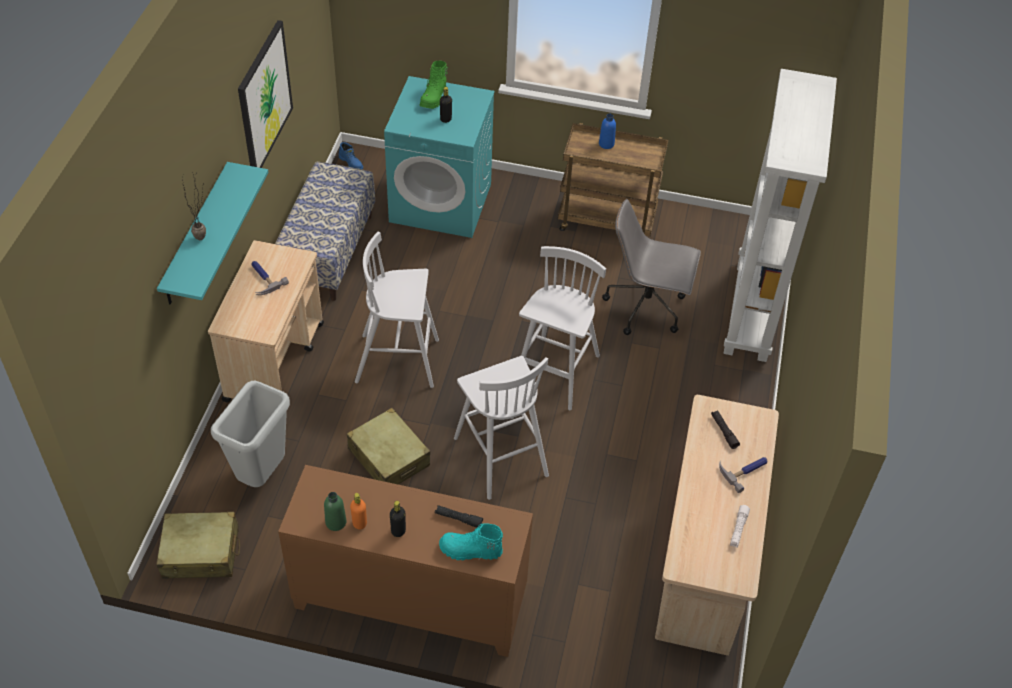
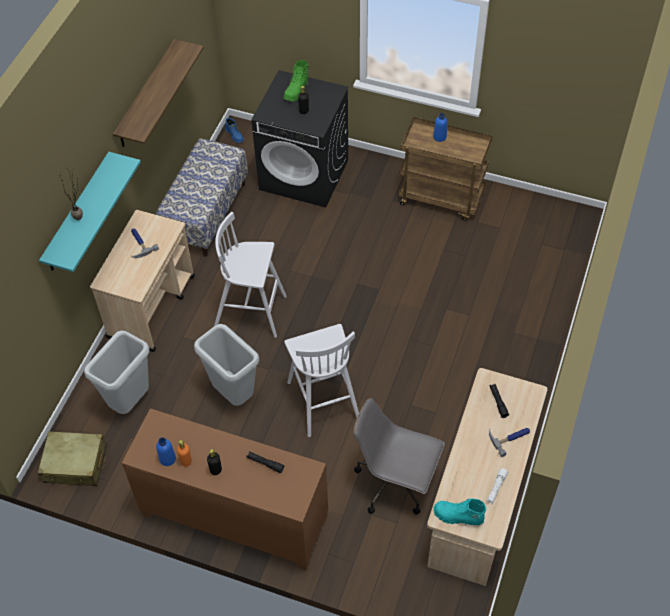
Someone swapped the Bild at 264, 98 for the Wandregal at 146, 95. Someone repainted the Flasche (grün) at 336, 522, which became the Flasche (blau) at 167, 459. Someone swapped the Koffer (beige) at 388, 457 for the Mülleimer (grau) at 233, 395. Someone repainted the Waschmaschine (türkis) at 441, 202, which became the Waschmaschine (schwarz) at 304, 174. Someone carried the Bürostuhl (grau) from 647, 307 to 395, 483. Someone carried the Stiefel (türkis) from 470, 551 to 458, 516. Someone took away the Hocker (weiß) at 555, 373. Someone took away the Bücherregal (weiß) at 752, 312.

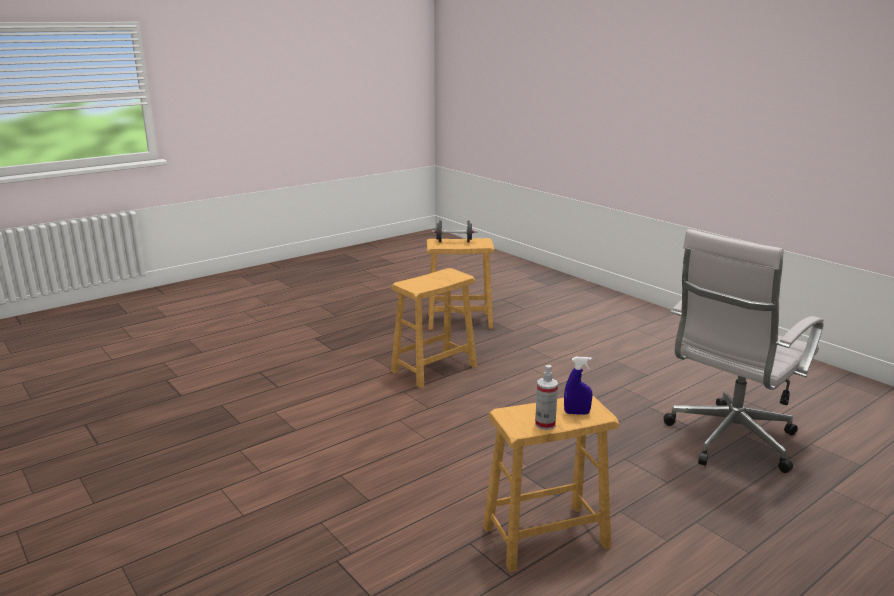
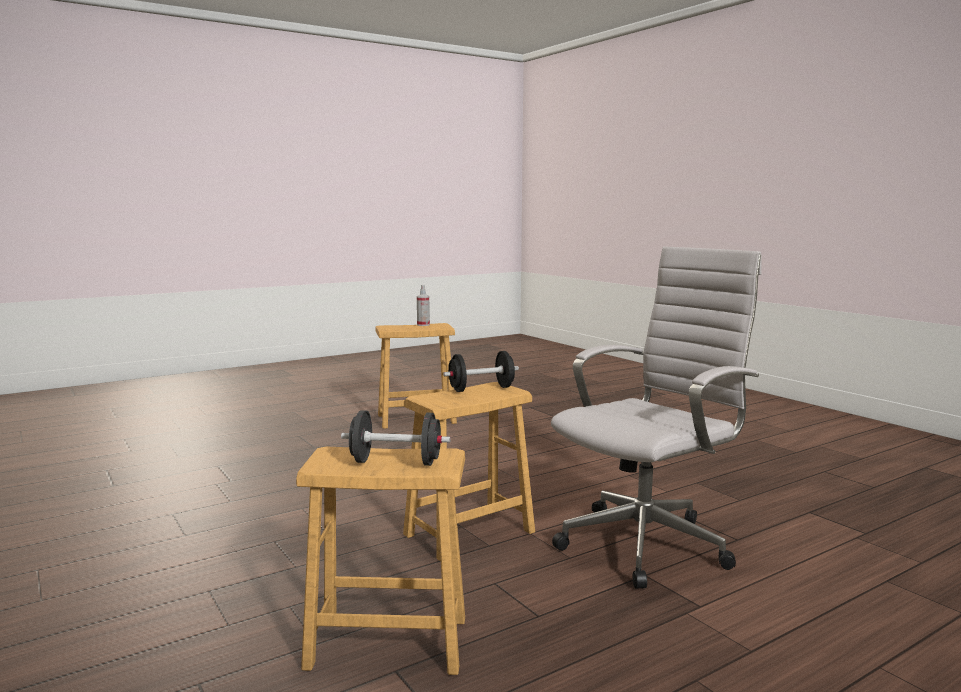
Someone put down the Hantel (schwarz) at 481, 389. Someone carried the Bürostuhl (weiß) from 728, 441 to 649, 543. Someone took away the Sprühflasche (blau) at 576, 413.

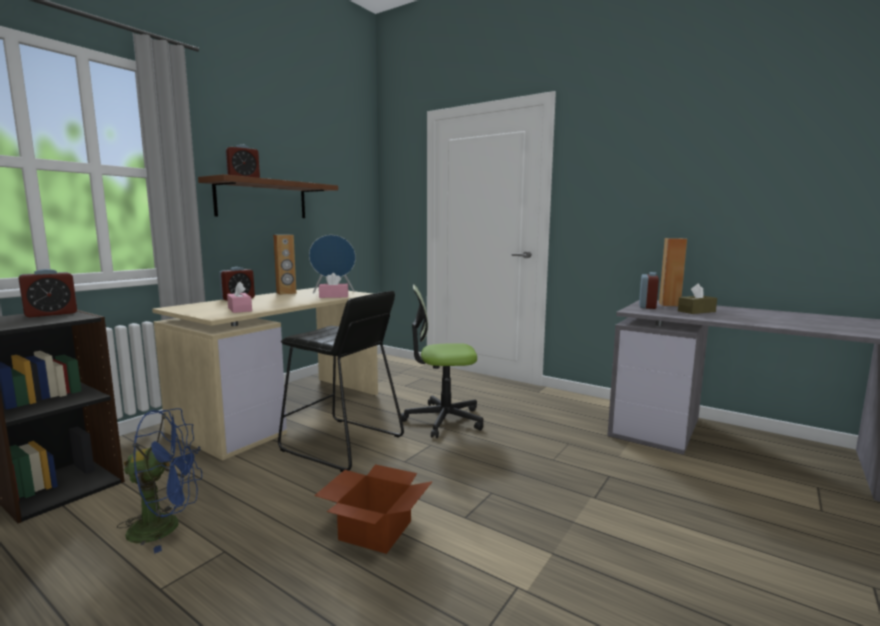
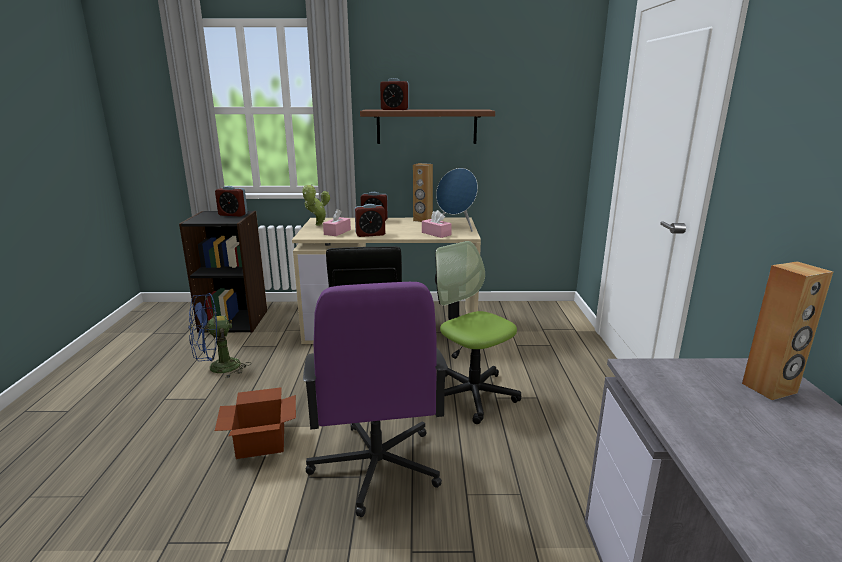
Someone rotated the Ventilator (blau) at 166, 527 by 105 degrees clockwise. Someone put down the Topfpflanze at 317, 225. Someone put down the Bürostuhl (lila) at 376, 467. Someone carried the Wecker from 647, 306 to 370, 234. Someone took away the Taschentuchbox (braun) at 696, 311.

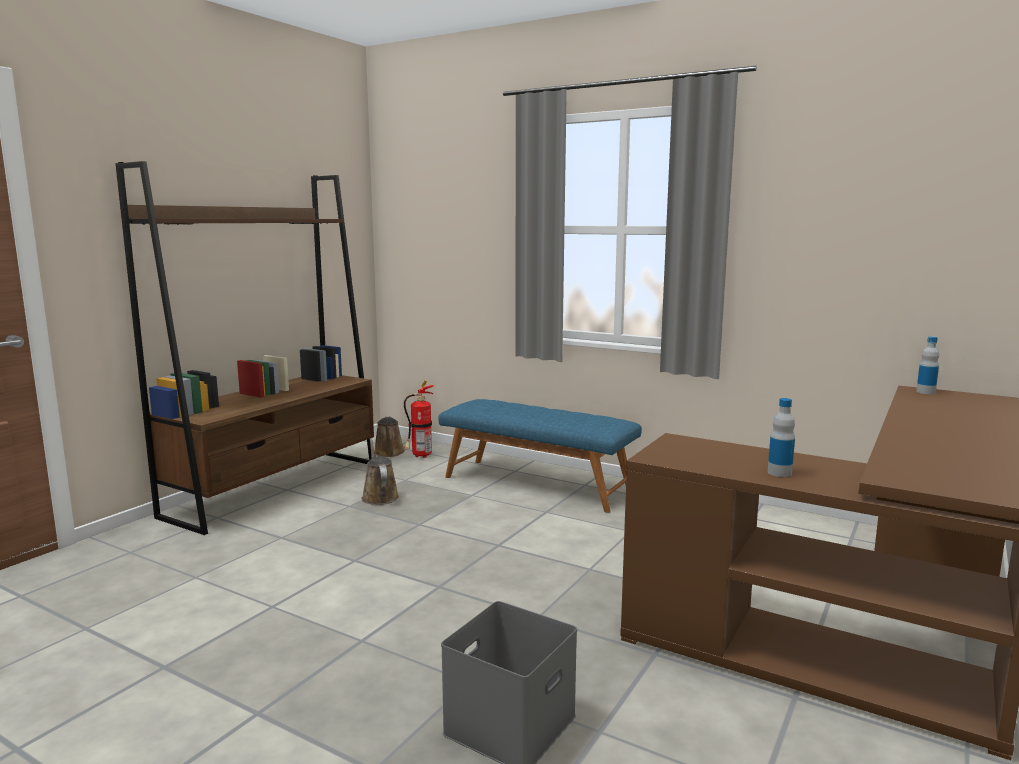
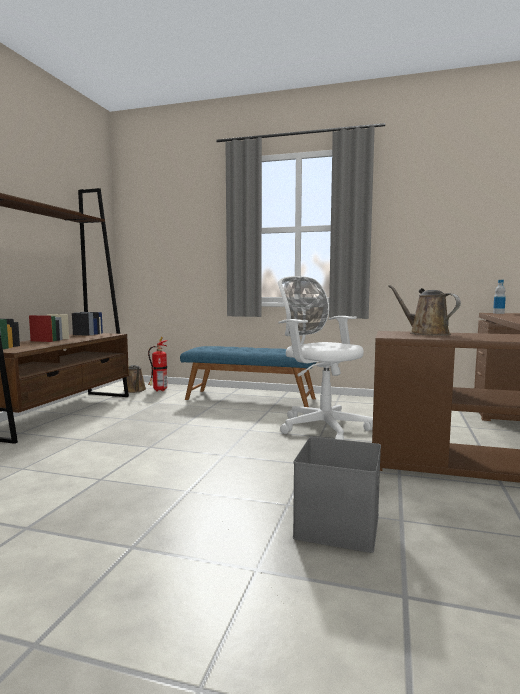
Someone put down the Bürostuhl (weiß) at 321, 427. Someone carried the Gießkanne (braun) from 379, 496 to 426, 334. Someone took away the Flasche at 779, 473.

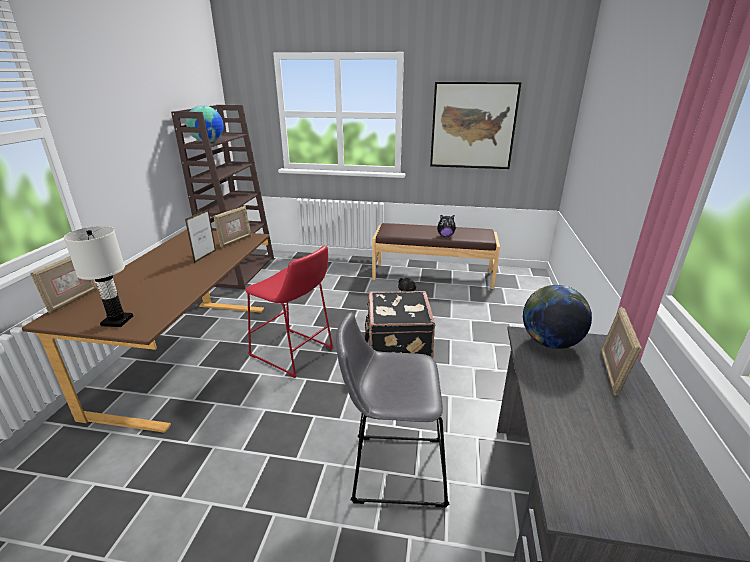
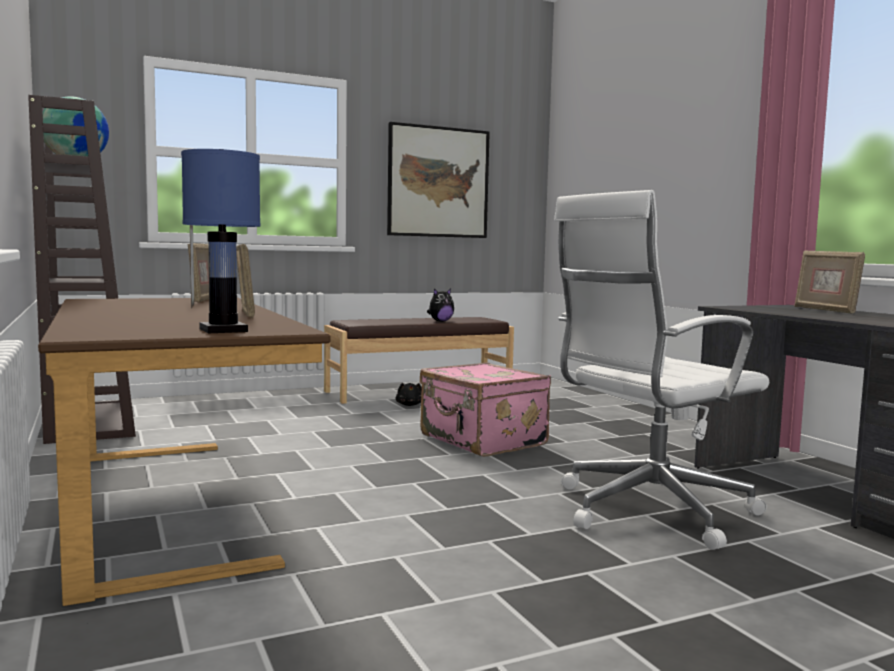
Someone repainted the Tischlampe (weiß) at 117, 320, which became the Tischlampe (blau) at 222, 330. Someone carried the Bilderrahmen from 73, 300 to 244, 315. Someone repainted the Koffer (schwarz) at 397, 346, which became the Koffer (rosa) at 481, 441. Someone swapped the Hocker (grau) at 392, 468 for the Bürostuhl (weiß) at 648, 511. Someone took away the Hocker (rot) at 294, 354. Someone took away the Globus at 550, 343.

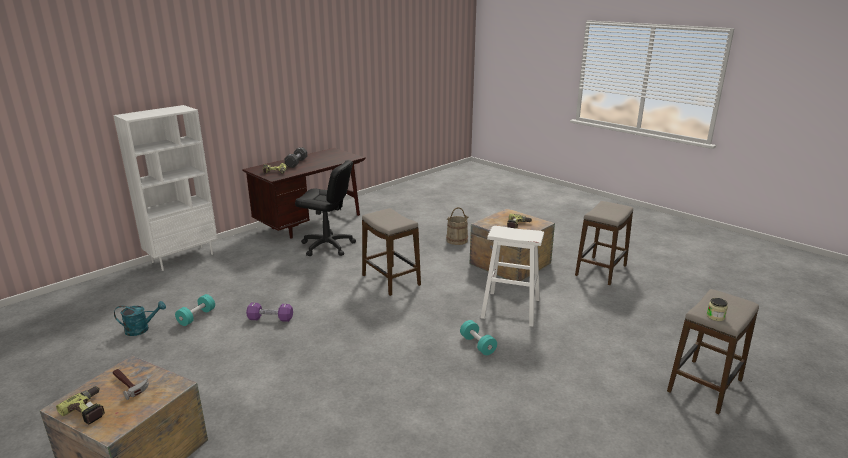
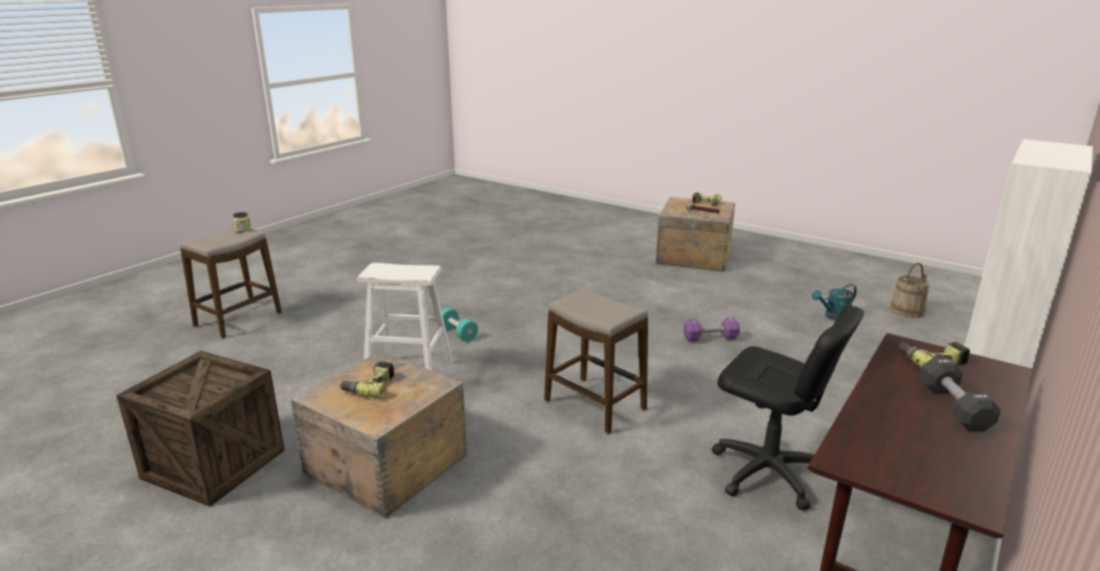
Someone swapped the Hocker at 601, 271 for the Kiste at 214, 464. Someone rotated the Bürostuhl (schwarz) at 327, 246 by 150 degrees counterclockwise. Someone carried the Eimer (beige) from 457, 240 to 907, 311. Someone took away the Hantel (türkis) at 196, 317.

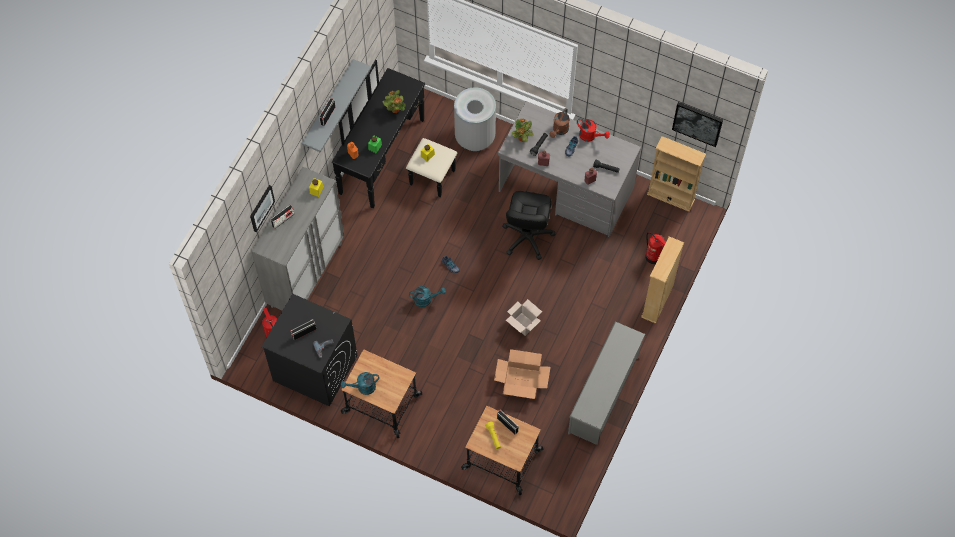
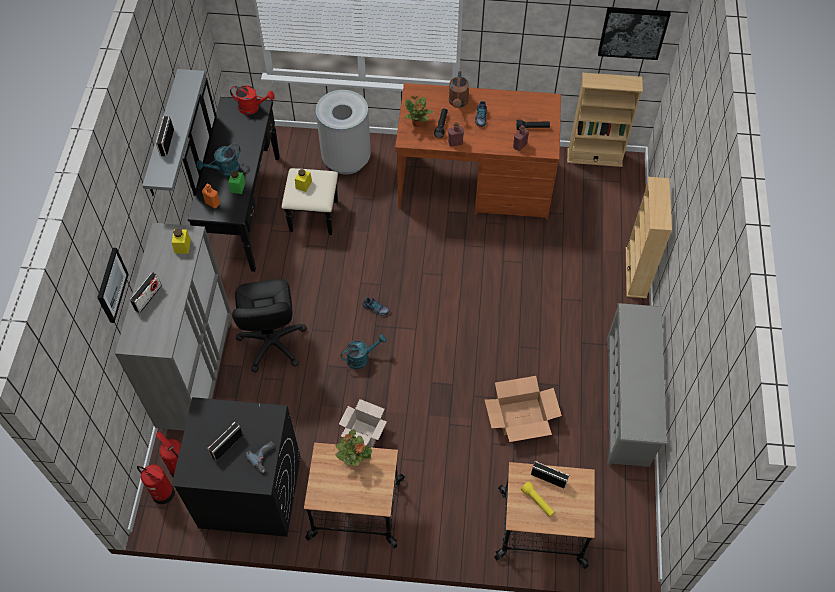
Someone carried the Feuerlöscher from 653, 257 to 163, 493. Someone carried the Gießkanne (türkis) from 363, 388 to 224, 170. Someone carried the Gießkanne (rot) from 590, 136 to 253, 108. Someone carried the Bürostuhl (schwarz) from 527, 237 to 272, 343. Someone carried the Topfpflanze from 395, 109 to 354, 458. Someone carried the Karton from 524, 324 to 365, 433. Someone repainted the Schreibtisch (grau) at 566, 190, which became the Schreibtisch (braun) at 475, 184.

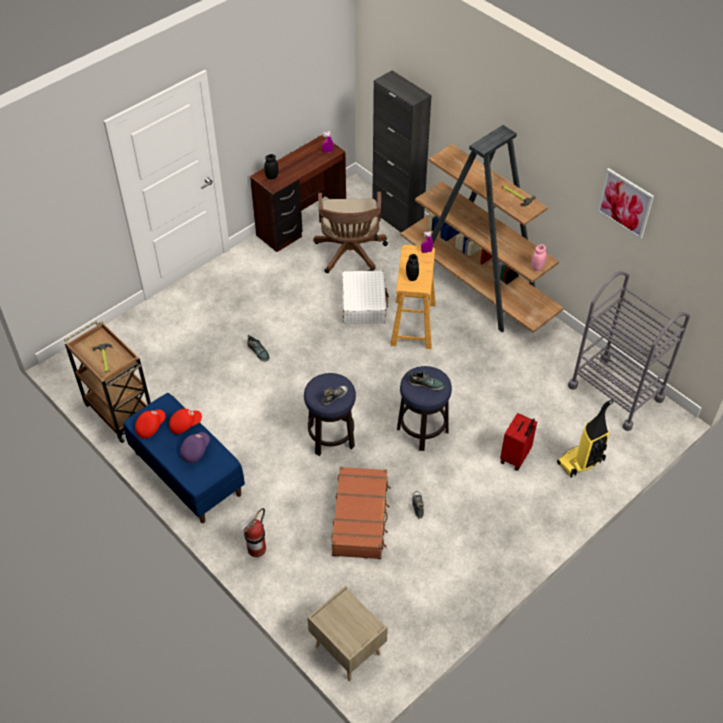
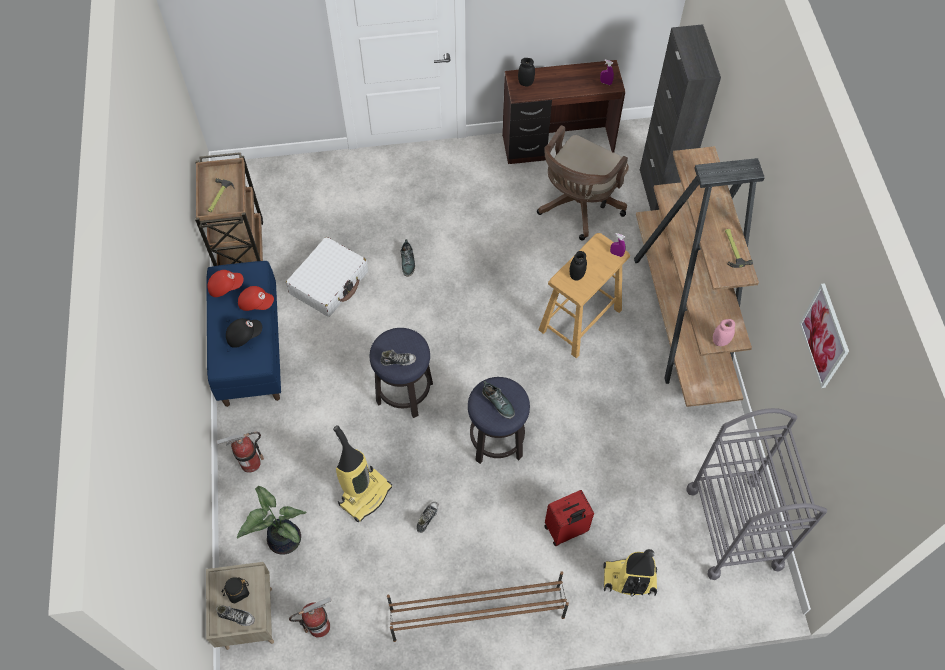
Someone put down the Schuh at 237, 616. Someone put down the Vorratsglas (schwarz) at 237, 592. Someone repainted the Kappe (lila) at 195, 450, which became the Kappe (schwarz) at 244, 335. Someone put down the Topfpflanze at 282, 539. Someone carried the Koffer (weiß) from 364, 303 to 329, 283. Someone put down the Feuerlöscher at 319, 626. Someone swapped the Koffer (braun) at 361, 518 for the Staubsauger at 365, 494. Someone put down the Schuhregal (braun) at 476, 613.

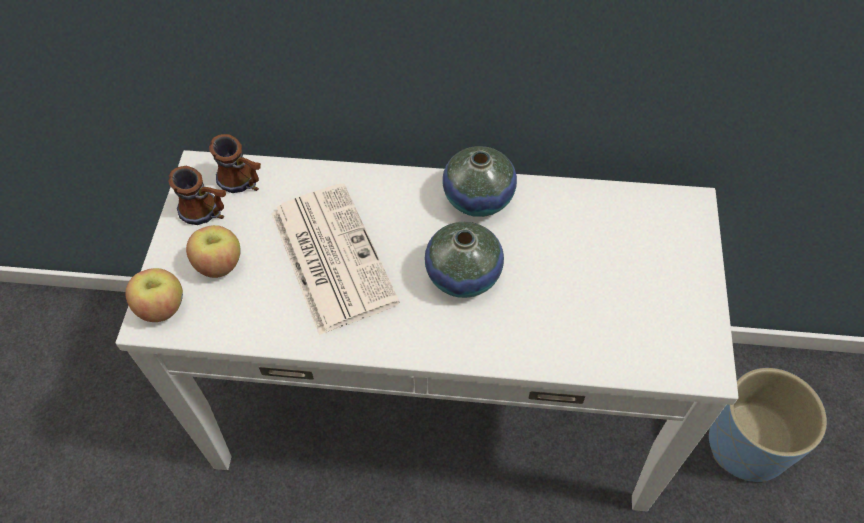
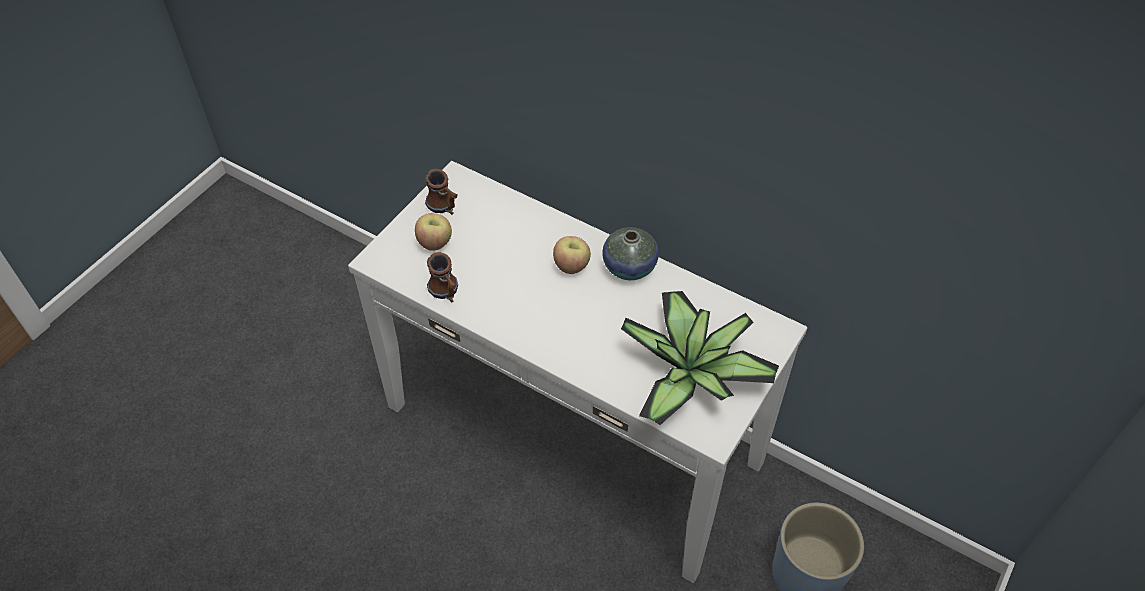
Someone carried the Henkelbecher from 244, 183 to 446, 293. Someone carried the Apfel from 162, 307 to 571, 266. Someone put down the Topfpflanze at 692, 373. Someone took away the Zeitung at 330, 256. Someone took away the Vase at 463, 275.

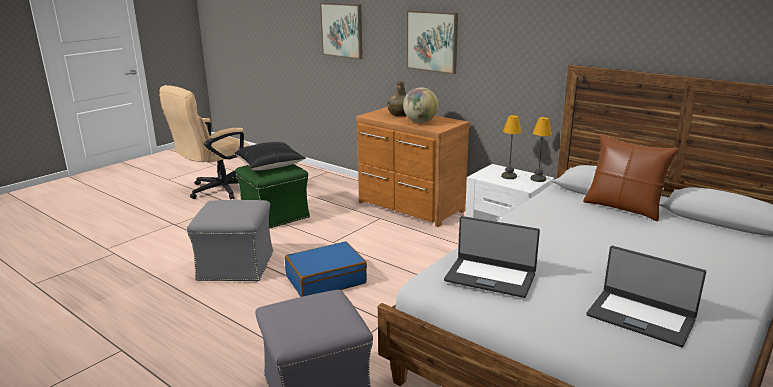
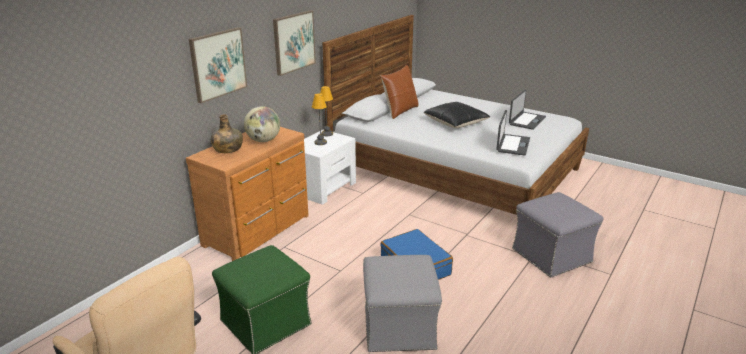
Someone carried the Bild from 342, 30 to 293, 42. Someone carried the Kissen (schwarz) from 270, 165 to 455, 122.

